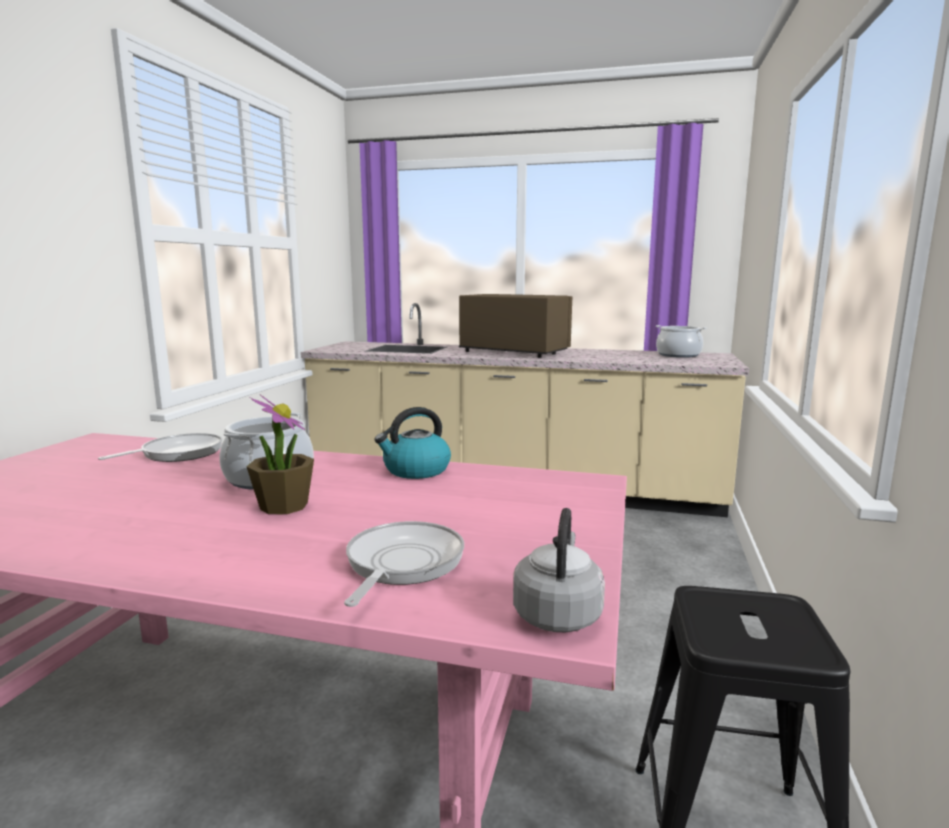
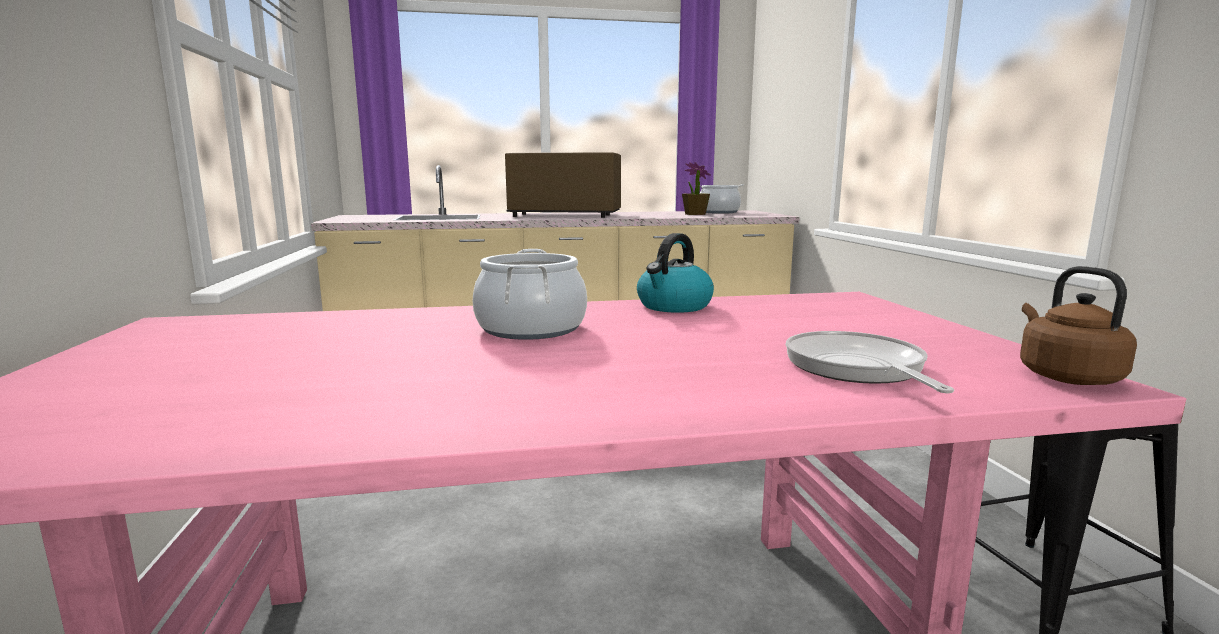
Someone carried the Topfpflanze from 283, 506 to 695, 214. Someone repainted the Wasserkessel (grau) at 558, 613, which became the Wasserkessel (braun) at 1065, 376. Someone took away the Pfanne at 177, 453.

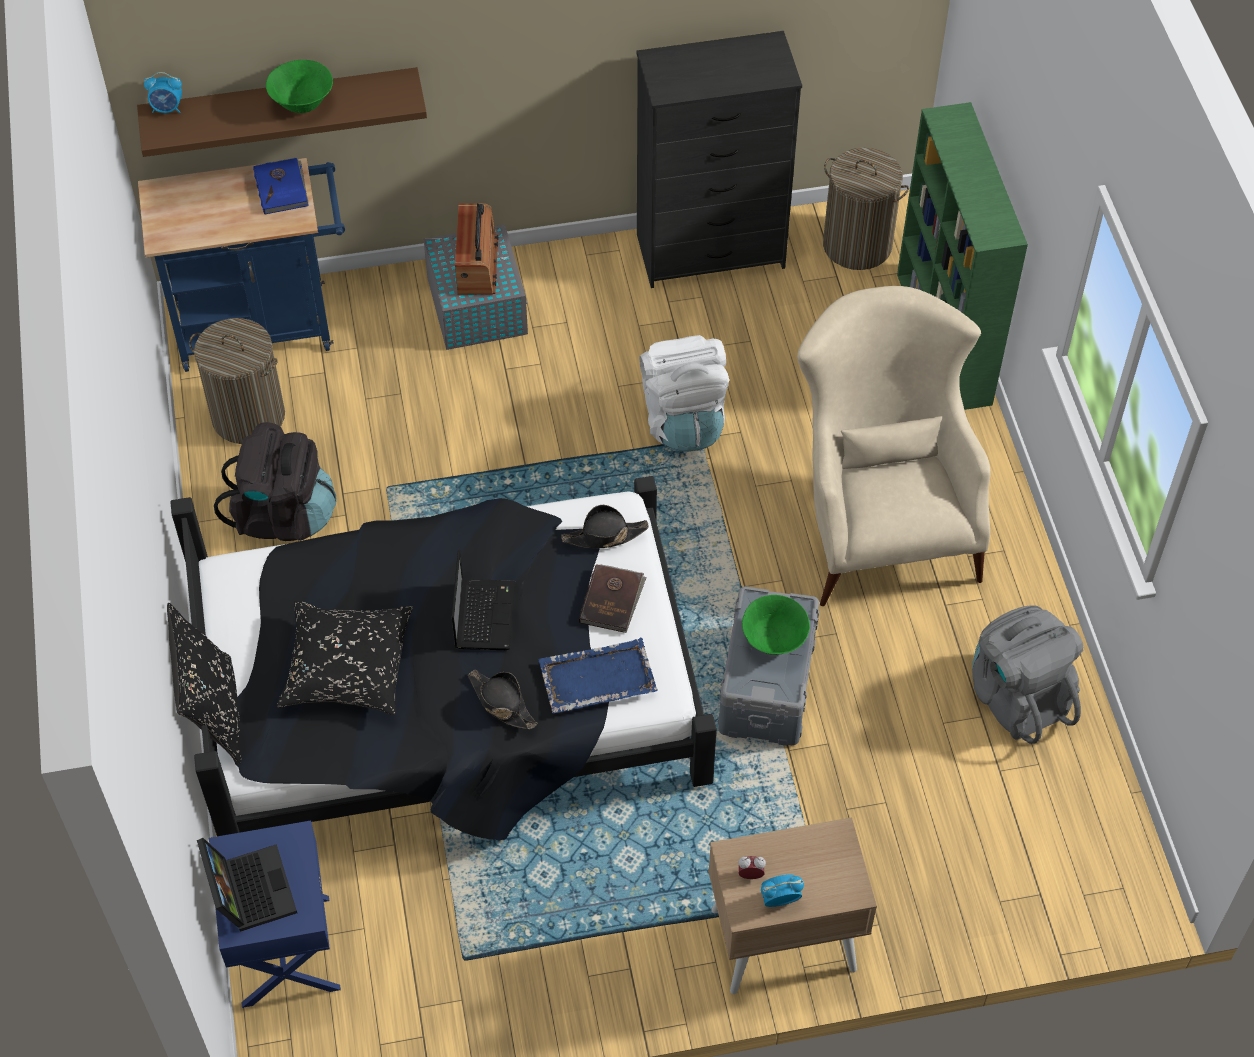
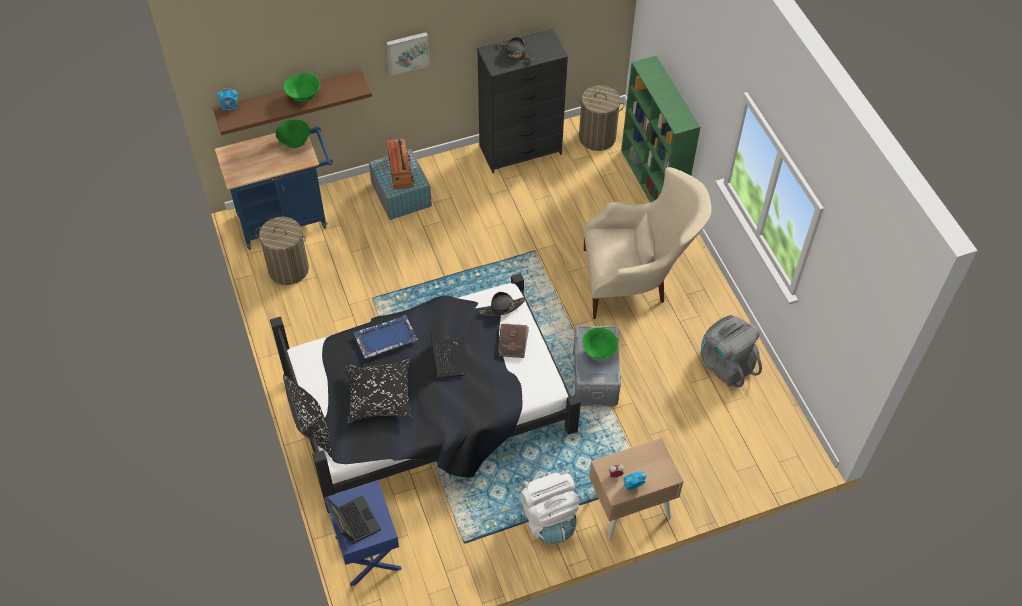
Someone swapped the Buch (blau) at 282, 188 for the Schüssel (grün) at 295, 143. Someone carried the Tablett (blau) from 596, 678 to 385, 338. Someone put up the Bild at 407, 52. Someone carried the Hut (schwarz) from 501, 703 to 515, 53. Someone carried the Rucksack (weiß) from 683, 420 to 549, 518. Someone rotated the Sessel (beige) at 879, 518 by 105 degrees clockwise. Someone took away the Rucksack (schwarz) at 283, 515.

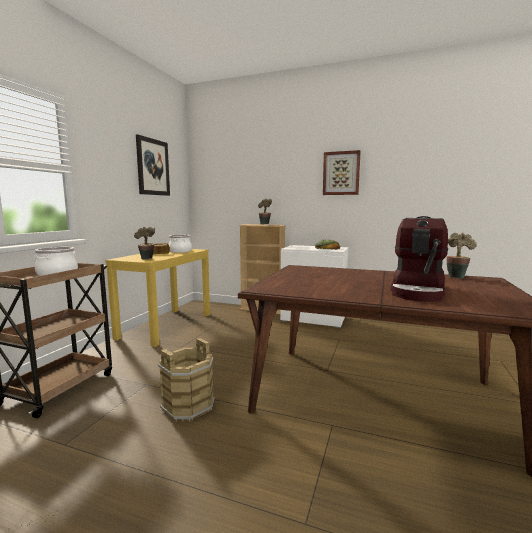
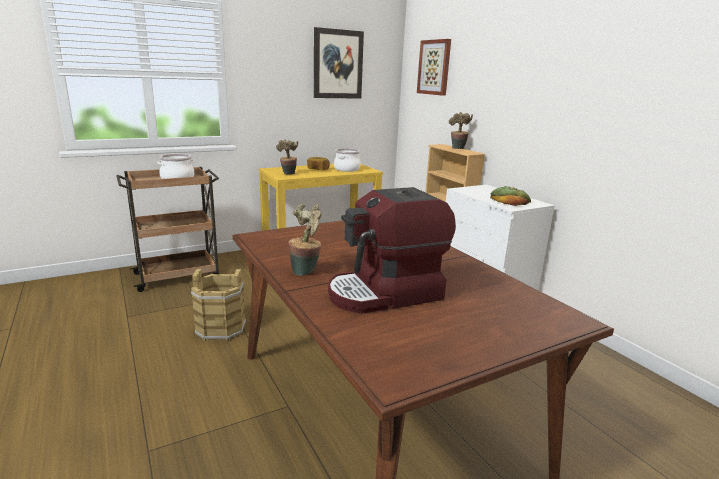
Someone carried the Topfpflanze from 456, 276 to 306, 271. Someone carried the Bild from 341, 173 to 434, 67.

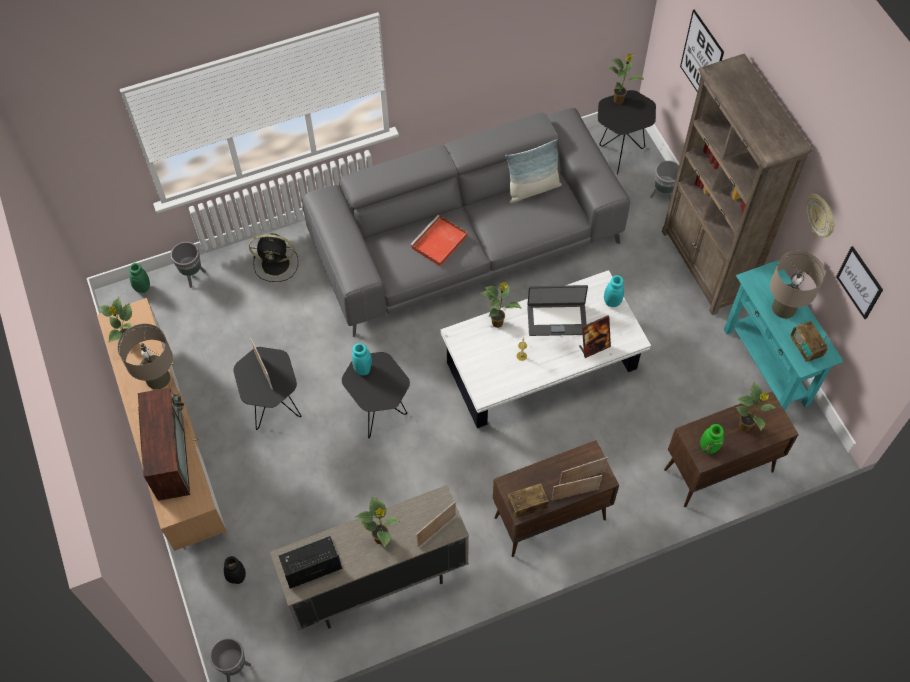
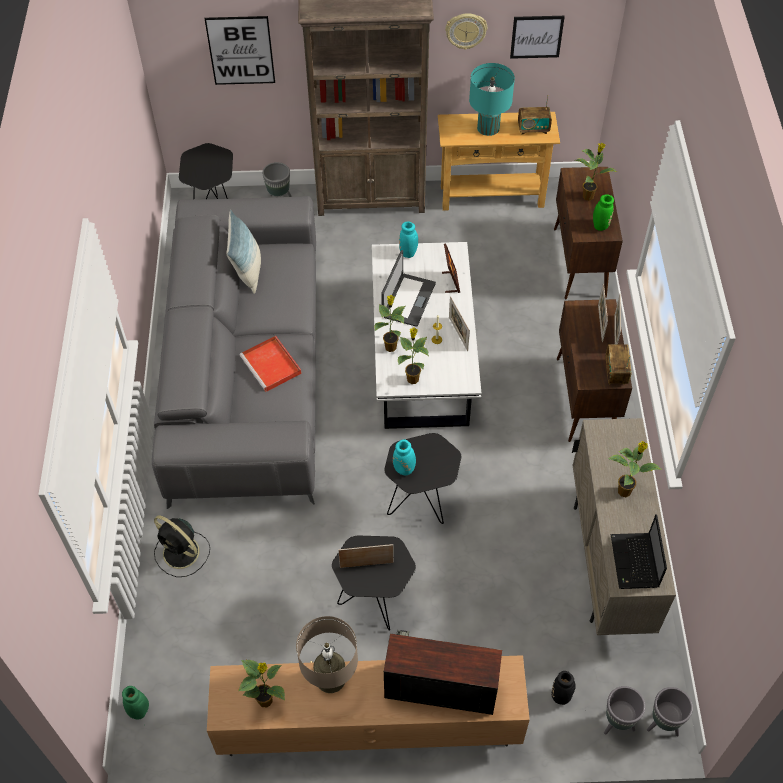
Someone rotated the Ventilator (schwarz) at 277, 264 by 105 degrees clockwise. Someone carried the Topfpflanze from 619, 100 to 412, 378. Someone repainted the Konsolentisch (türkis) at 766, 366, which became the Konsolentisch (beige) at 492, 196. Someone carried the Bilderrahmen from 436, 531 to 458, 334. Someone repainted the Tischlampe (beige) at 784, 308, which became the Tischlampe (türkis) at 488, 128. Someone carried the Pflanzkübel (grau) from 193, 276 to 617, 723.

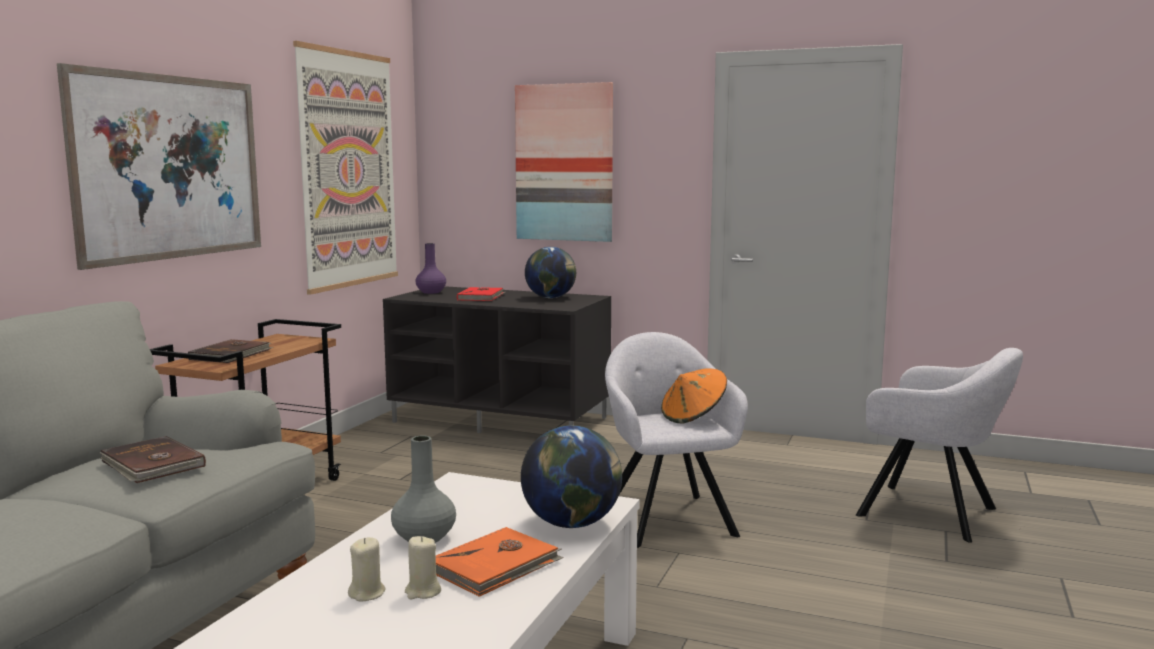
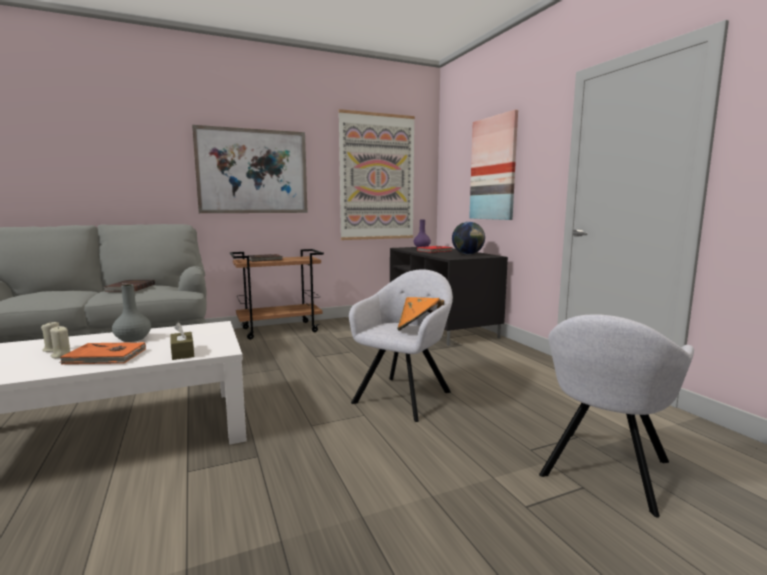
Someone swapped the Globus at 572, 523 for the Taschentuchbox (braun) at 182, 353. Someone rotated the Sessel (grau) at 933, 513 by 45 degrees clockwise.

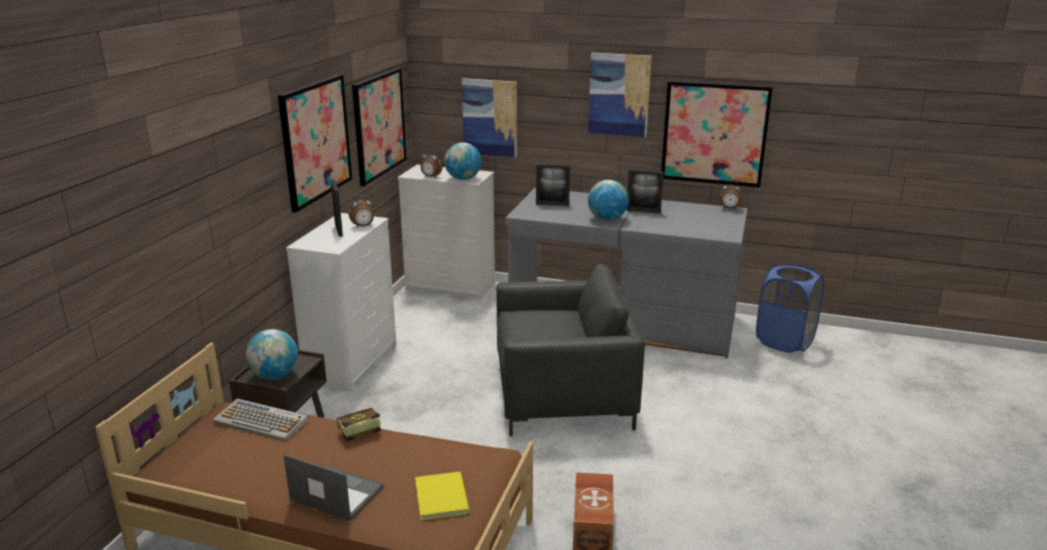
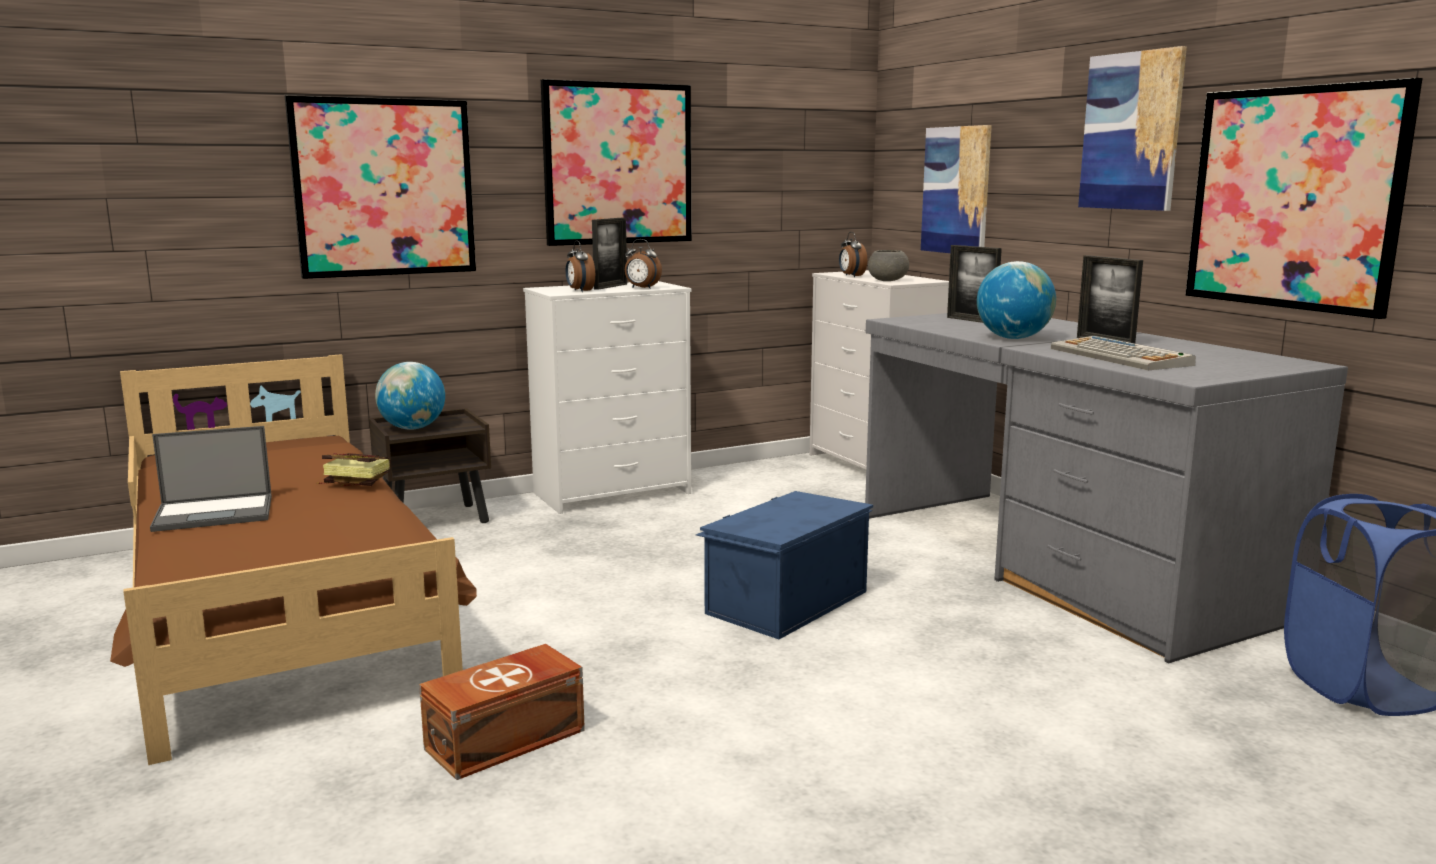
Someone rotated the Laptop at 336, 493 by 90 degrees clockwise. Someone carried the Bild from 379, 125 to 384, 188. Someone carried the Wecker from 729, 209 to 579, 291. Someone swapped the Sessel (grau) at 564, 395 for the Aufbewahrungsbox (blau) at 784, 602. Someone swapped the Globus at 463, 179 for the Schüssel (grau) at 887, 280. Someone carried the Tastatur from 262, 421 to 1121, 357. Someone took away the Buch (gelb) at 443, 496.

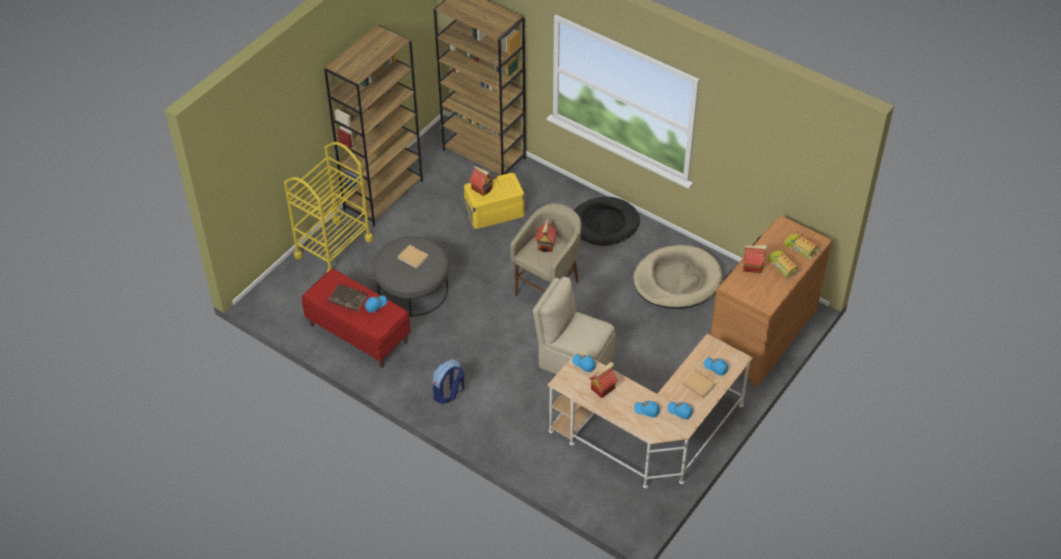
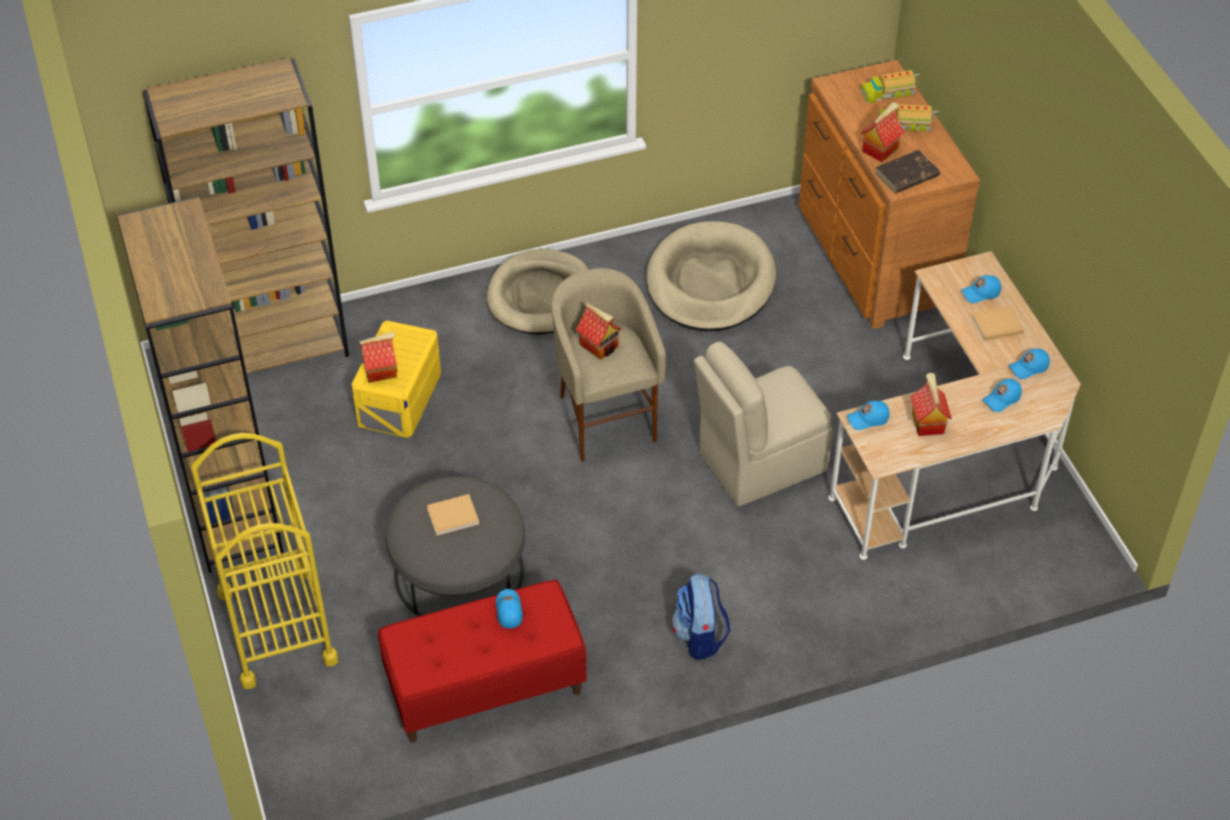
Someone repainted the Hundebett (schwarz) at 604, 224, which became the Hundebett (beige) at 541, 296. Someone carried the Buch (braun) from 347, 299 to 906, 175.

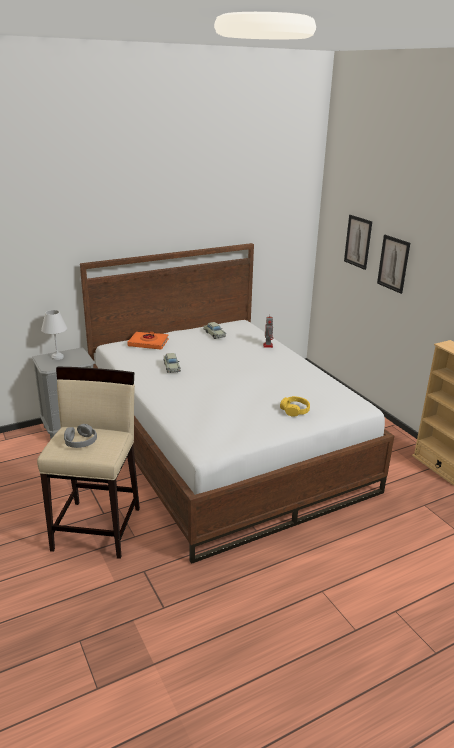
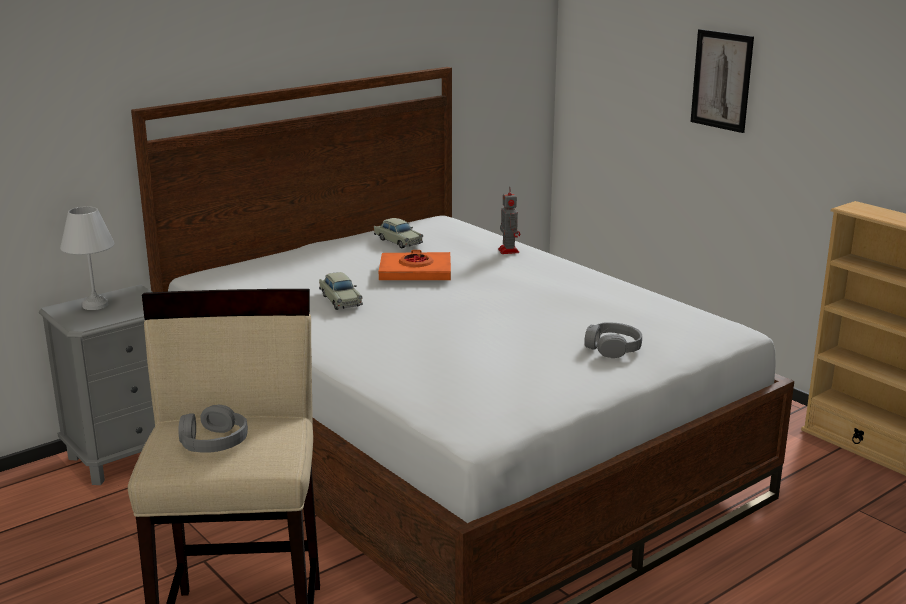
Someone carried the Buch (orange) from 148, 343 to 415, 272. Someone repainted the Kopfhörer (gelb) at 295, 410, which became the Kopfhörer (grau) at 612, 348. Someone took away the Bild at 358, 242.

